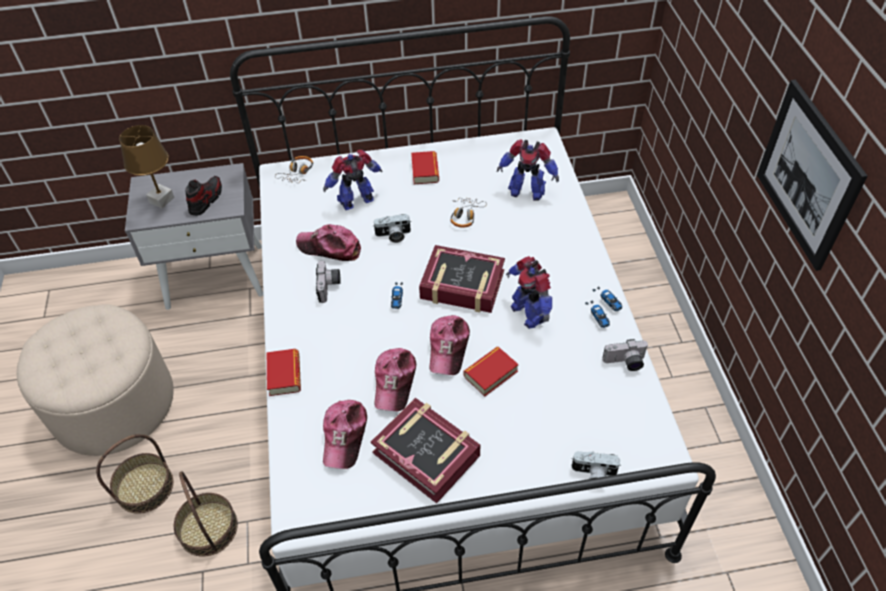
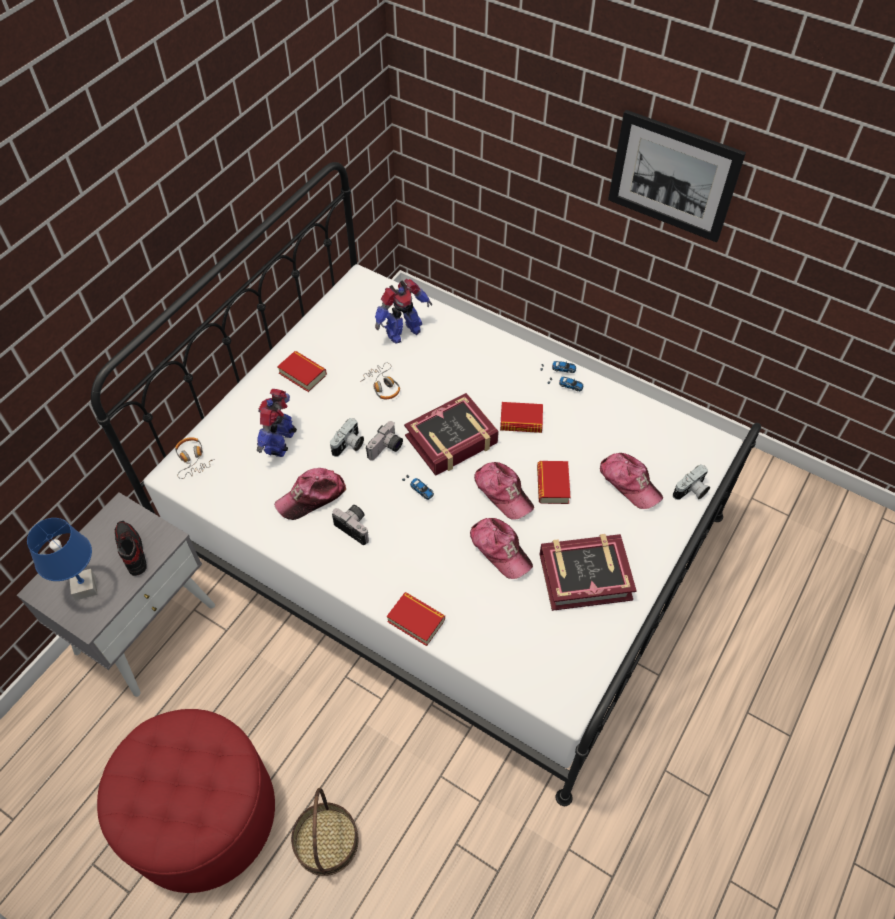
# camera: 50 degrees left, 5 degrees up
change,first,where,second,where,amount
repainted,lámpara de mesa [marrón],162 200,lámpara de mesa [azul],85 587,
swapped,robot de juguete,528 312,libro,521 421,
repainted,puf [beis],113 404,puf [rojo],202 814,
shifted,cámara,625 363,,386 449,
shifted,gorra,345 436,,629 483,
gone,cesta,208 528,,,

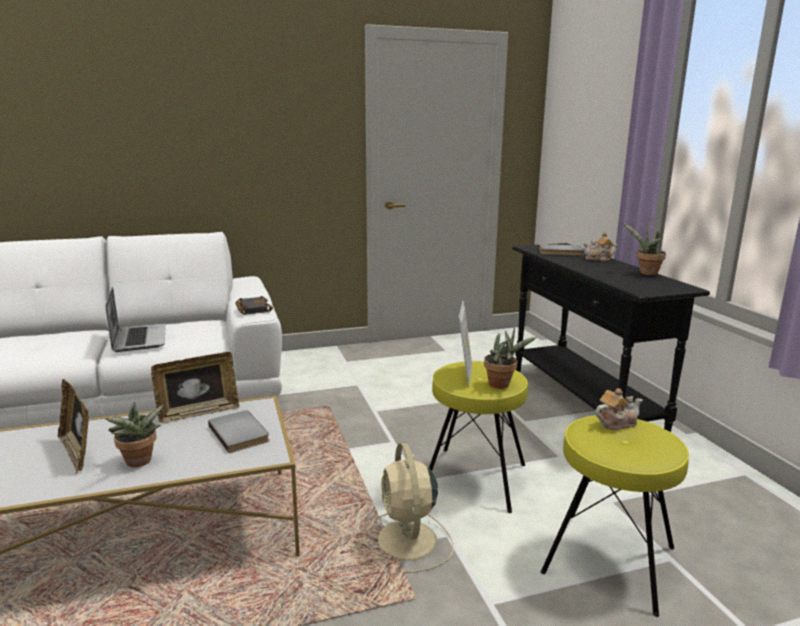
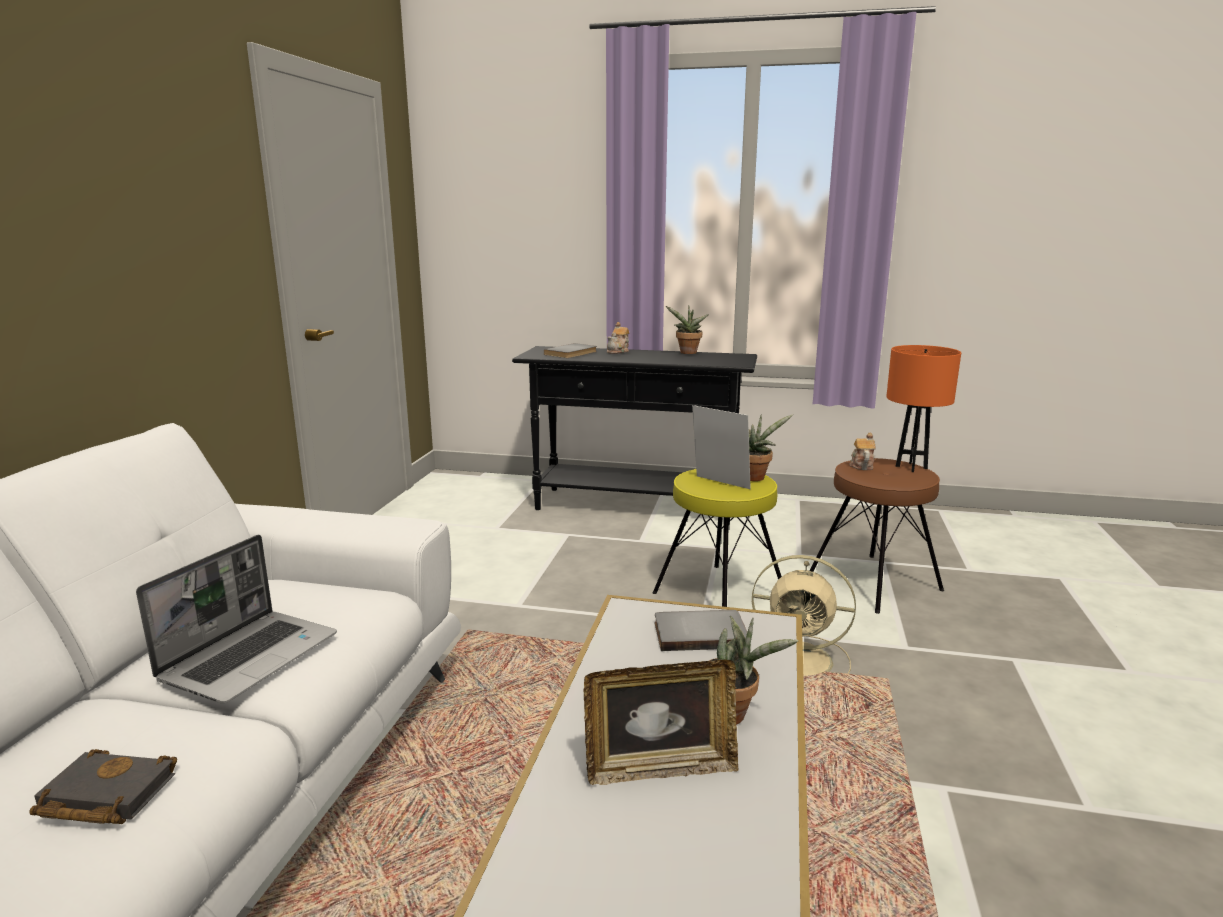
# camera: 60 degrees left, 0 degrees up
change,first,where,second,where,amount
rotated,portátil,139 339,,250 657,105 degrees clockwise
shifted,libro [negro],252 309,,102 797,
gone,portarretratos,198 413,,,
repainted,taburete [amarillo],608 559,taburete [marrón],873 582,
new,,,lámpara de mesa [naranja],911 467,

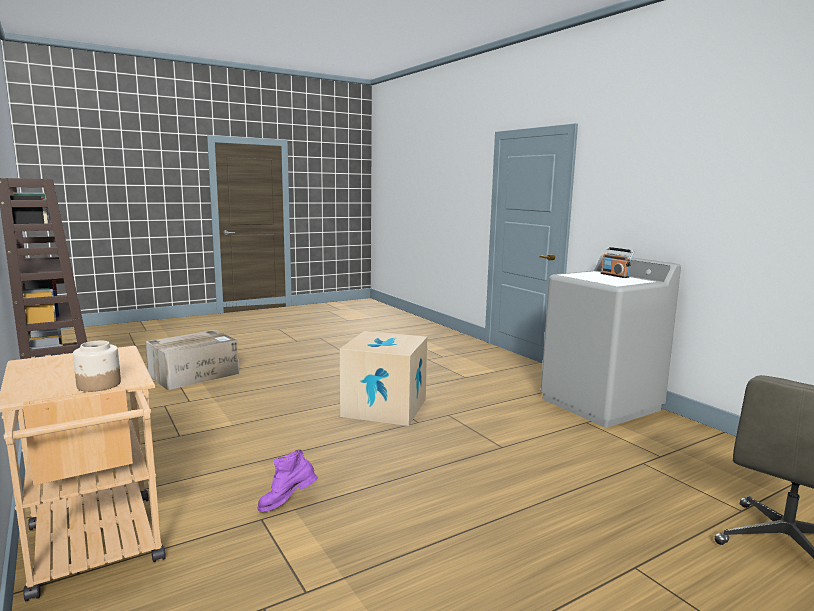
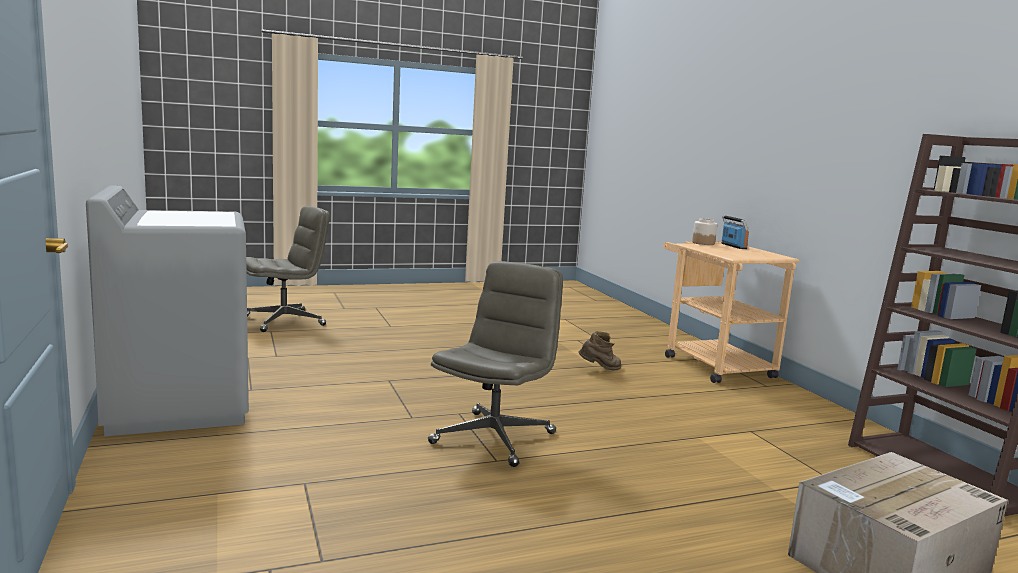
# camera: 170 degrees left, 0 degrees up
change,first,where,second,where,amount
shifted,radio,615 275,,733 246,
swapped,caja de cartón,384 407,silla de oficina [gris],494 437,
repainted,bota [morado],287 503,bota [marrón],600 369,

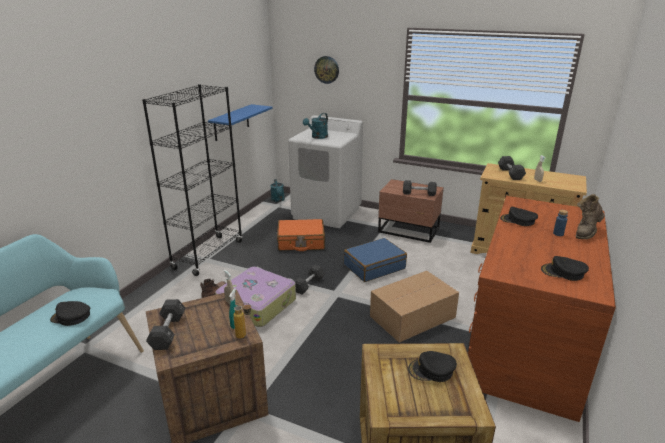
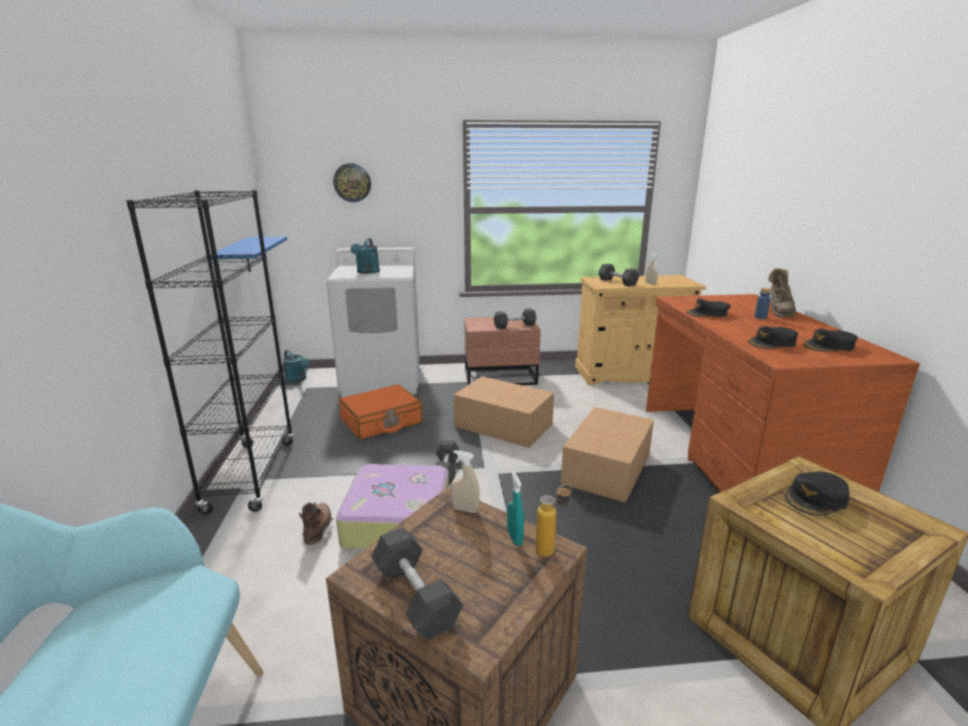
# camera: 30 degrees left, 5 degrees down
change,first,where,second,where,amount
swapped,maleta [azul],374 266,caja de cartón,504 426,
shifted,gorra [negro],71 317,,772 343,

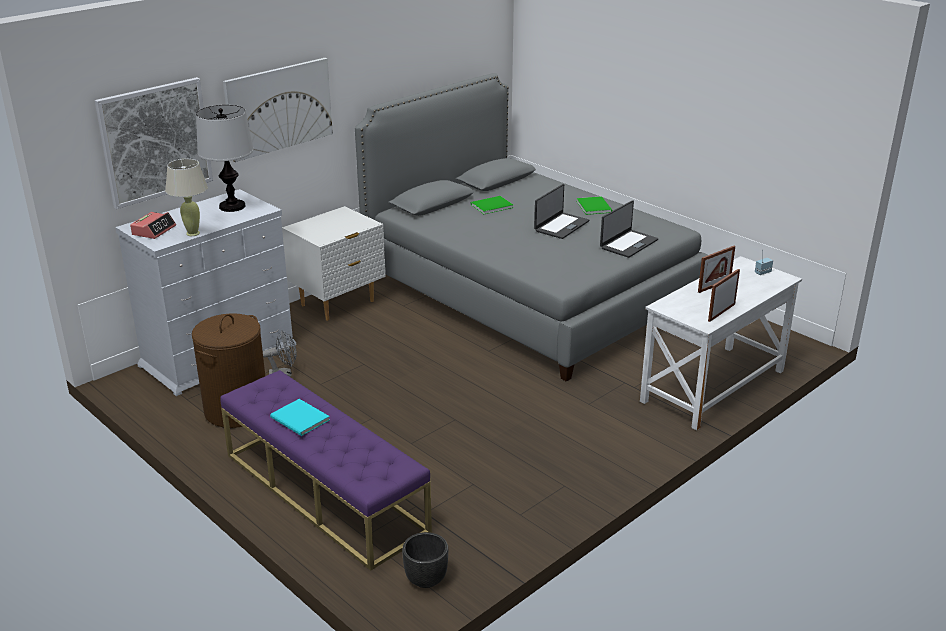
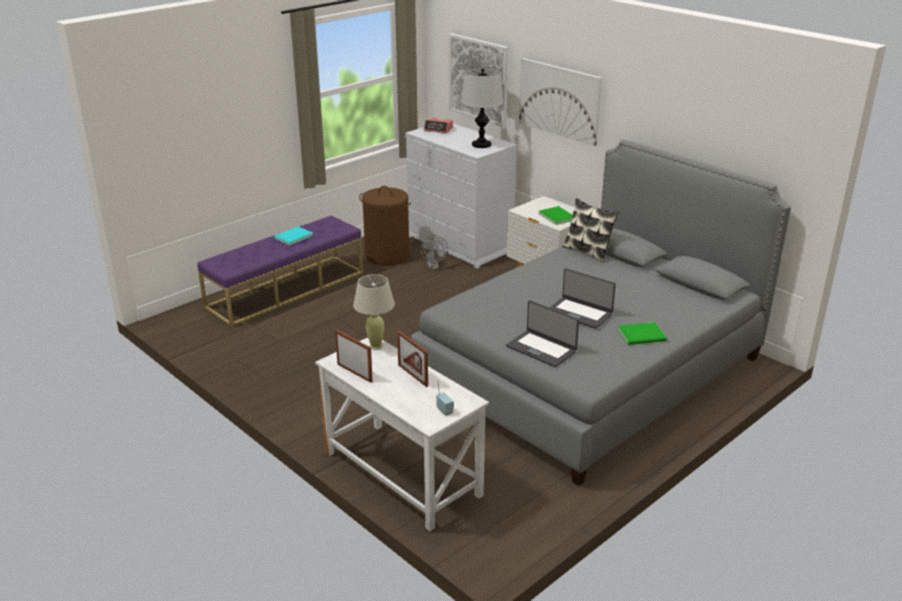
# camera: 90 degrees right, 0 degrees up
change,first,where,second,where,amount
shifted,lámpara de mesa [beis],193 233,,376 346,
shifted,libro [verde],490 206,,557 216,
gone,maceta [negro],426 579,,,
new,,,cojín,588 252,

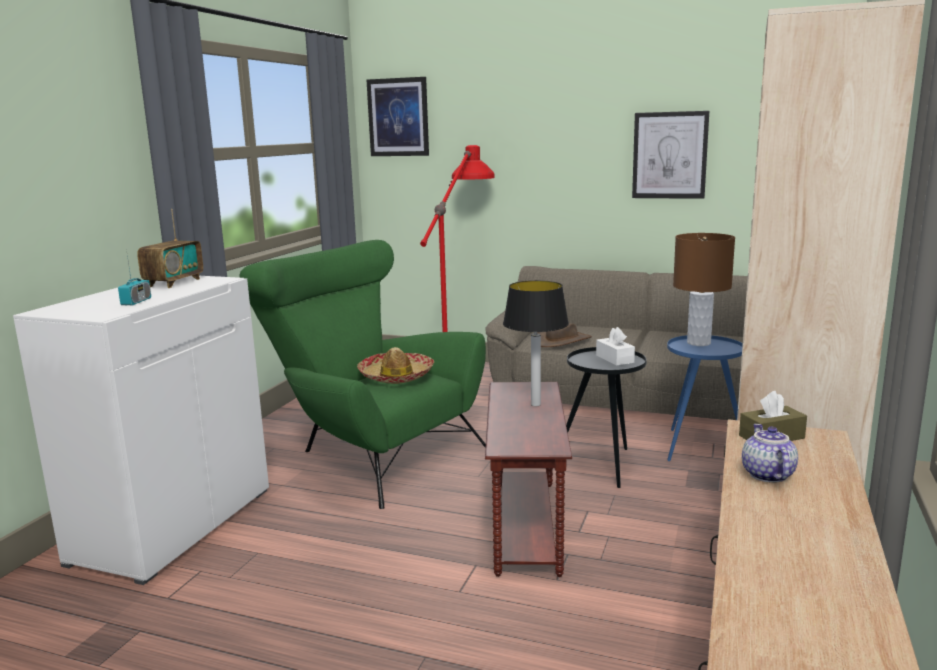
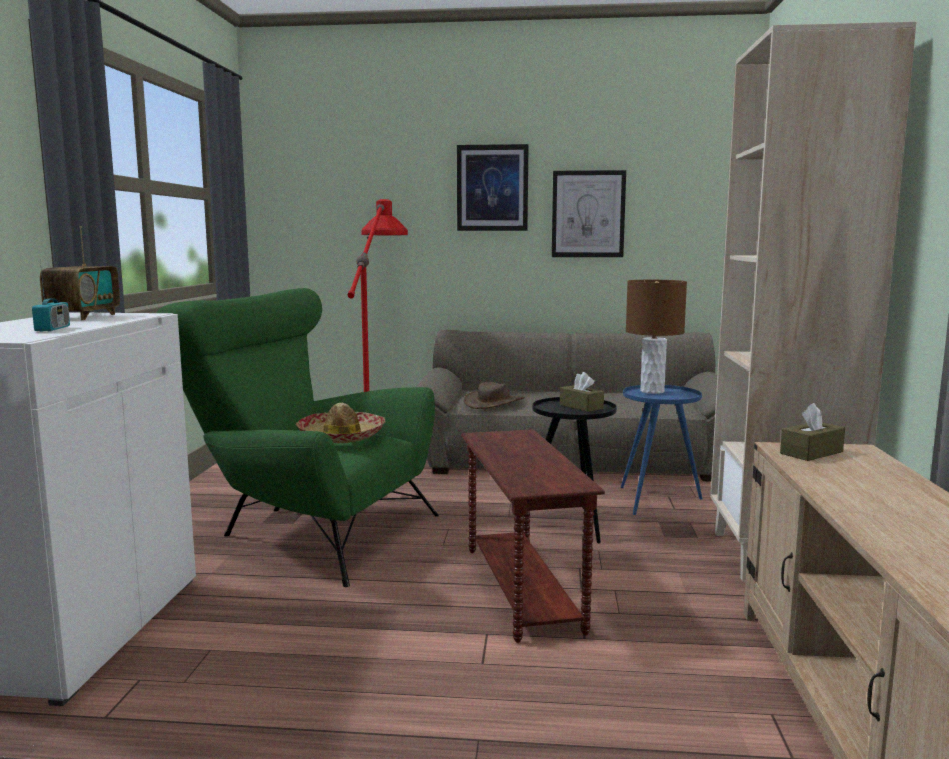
# camera: 15 degrees left, 5 degrees down
change,first,where,second,where,amount
shifted,cuadro,398 117,,492 188,
gone,lámpara de mesa,535 404,,,
repainted,caja de pañuelos [blanco],614 359,caja de pañuelos [marrón],581 406,
gone,tetera,766 475,,,

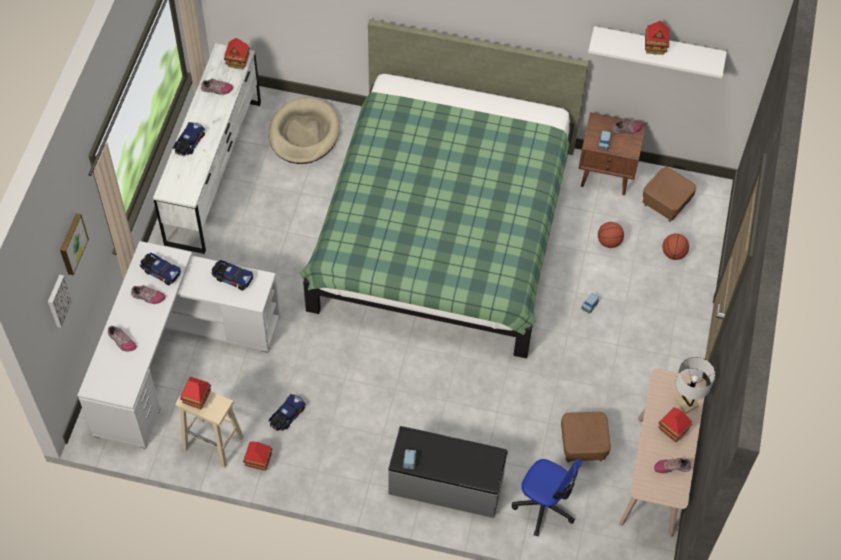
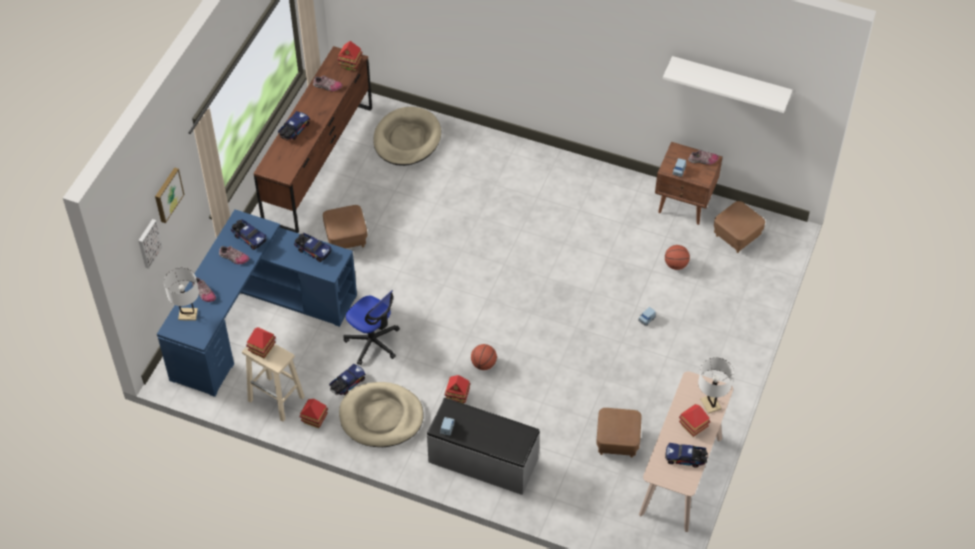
# camera: 10 degrees right, 5 degrees down
change,first,where,second,where,amount
gone,cama [verde],443 229,,,
shifted,casita,655 48,,457 397,
repainted,cómoda [blanco],214 172,cómoda [marrón],318 164,
shifted,balón de baloncesto,673 253,,483 364,
repainted,escritorio [blanco],174 353,escritorio [azul],255 317,
swapped,zapato,671 467,camión de juguete,686 458,
shifted,silla de oficina,544 505,,373 342,
new,,,puf [marrón],346 238,
new,,,lámpara de mesa [blanco],188 314,
new,,,cama para perro [beis],381 417,

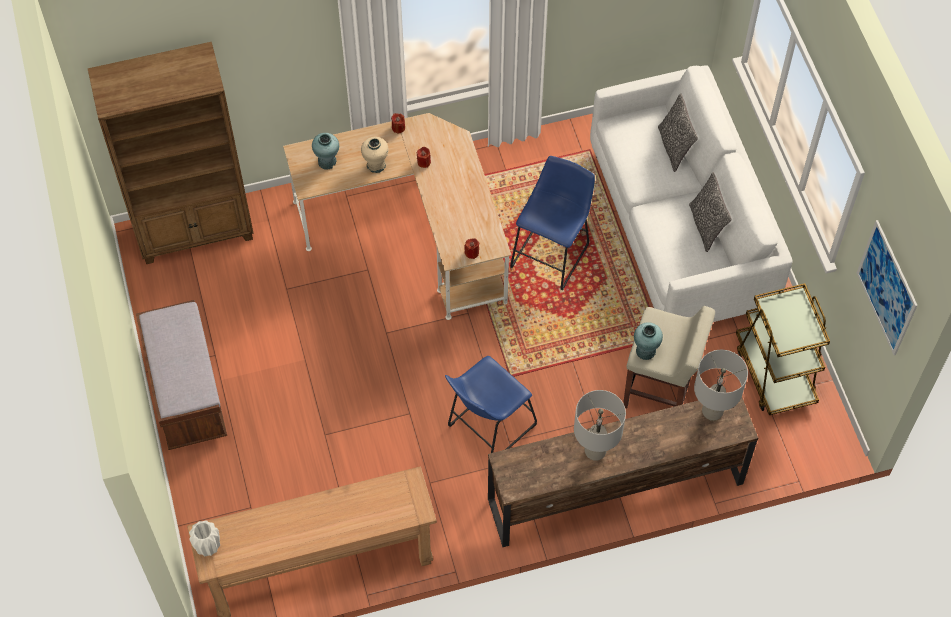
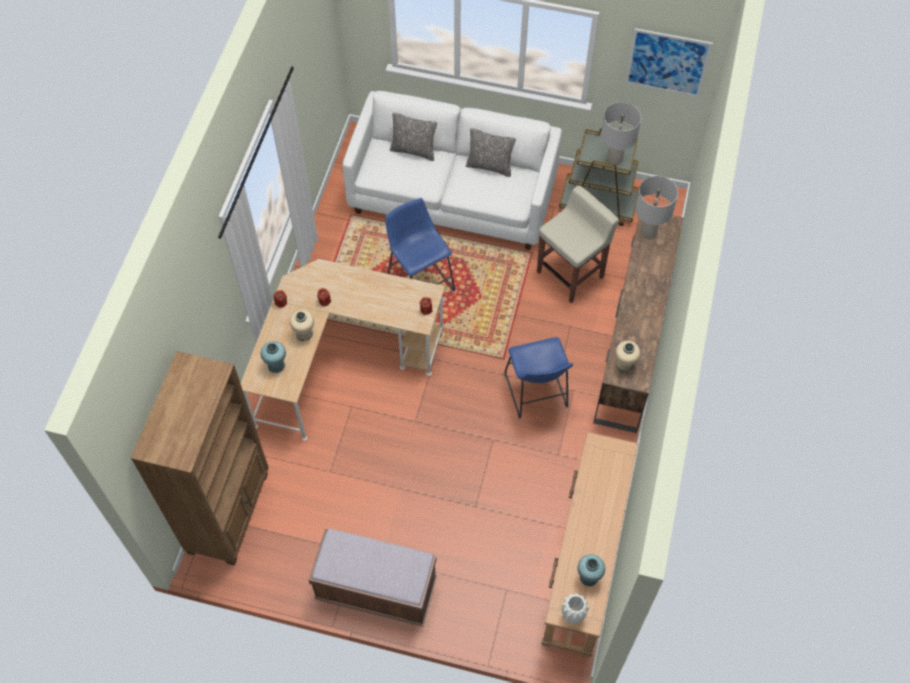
# camera: 60 degrees left, 0 degrees up
change,first,where,second,where,amount
shifted,florero [turquesa],645 351,,588 577,
shifted,lámpara de mesa [gris],595 451,,614 159,
new,,,florero [beis],624 364,

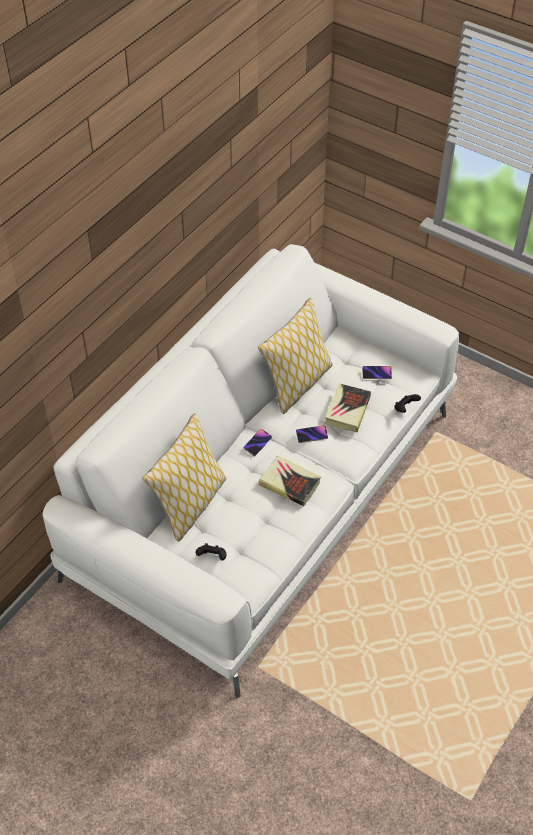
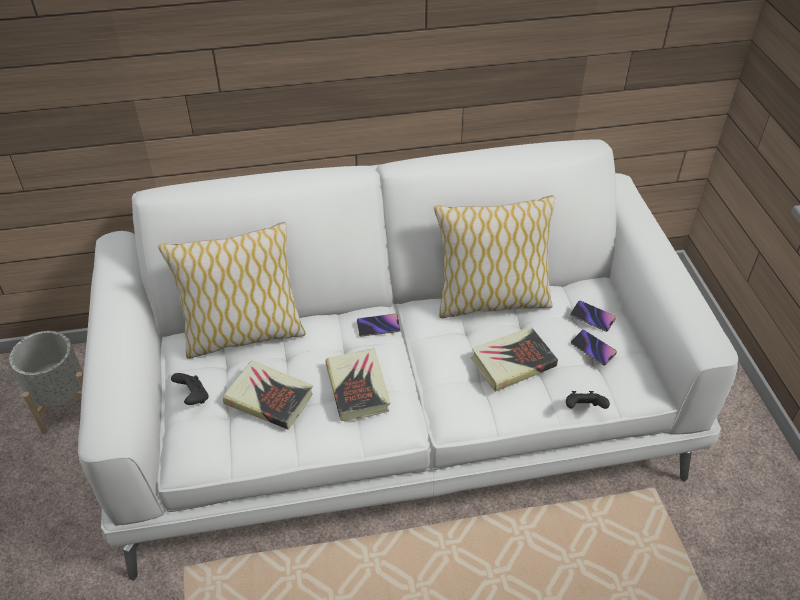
# camera: 45 degrees right, 5 degrees down
change,first,where,second,where,amount
shifted,móvil,311 435,,592 317,
new,,,maceta [gris],63 404,
new,,,libro,269 398,

